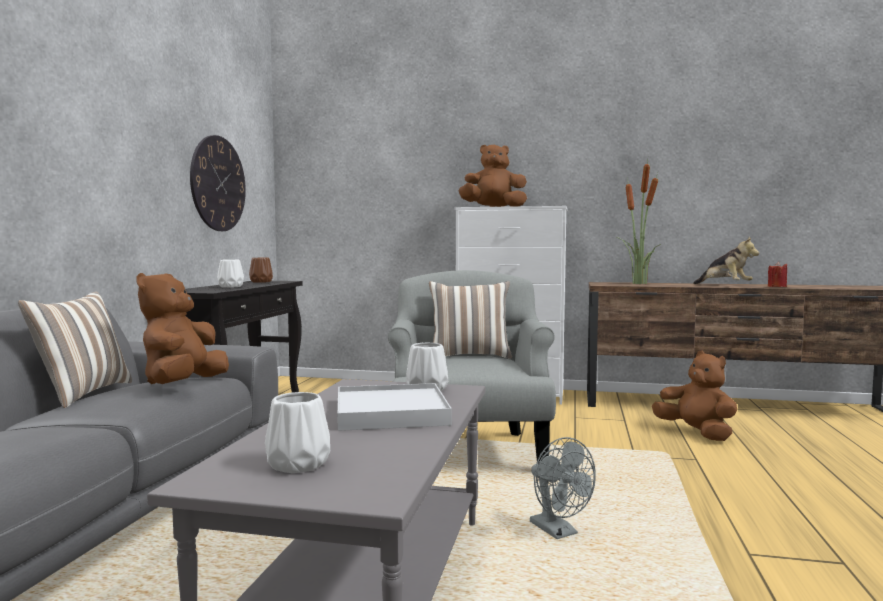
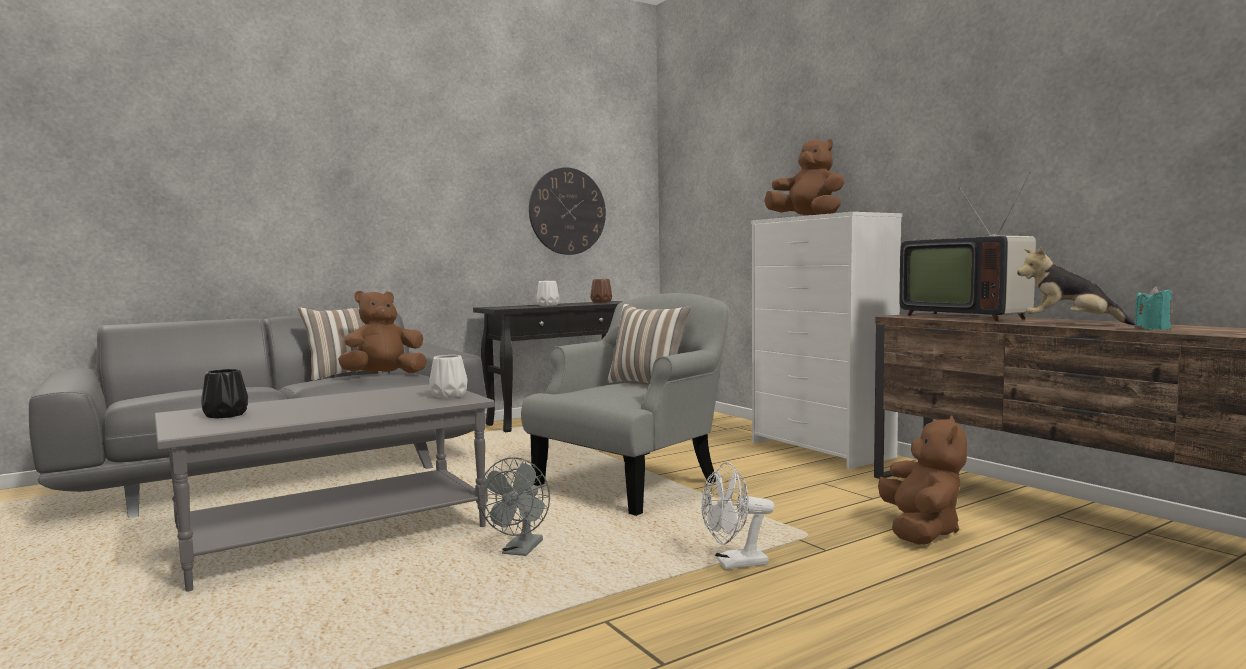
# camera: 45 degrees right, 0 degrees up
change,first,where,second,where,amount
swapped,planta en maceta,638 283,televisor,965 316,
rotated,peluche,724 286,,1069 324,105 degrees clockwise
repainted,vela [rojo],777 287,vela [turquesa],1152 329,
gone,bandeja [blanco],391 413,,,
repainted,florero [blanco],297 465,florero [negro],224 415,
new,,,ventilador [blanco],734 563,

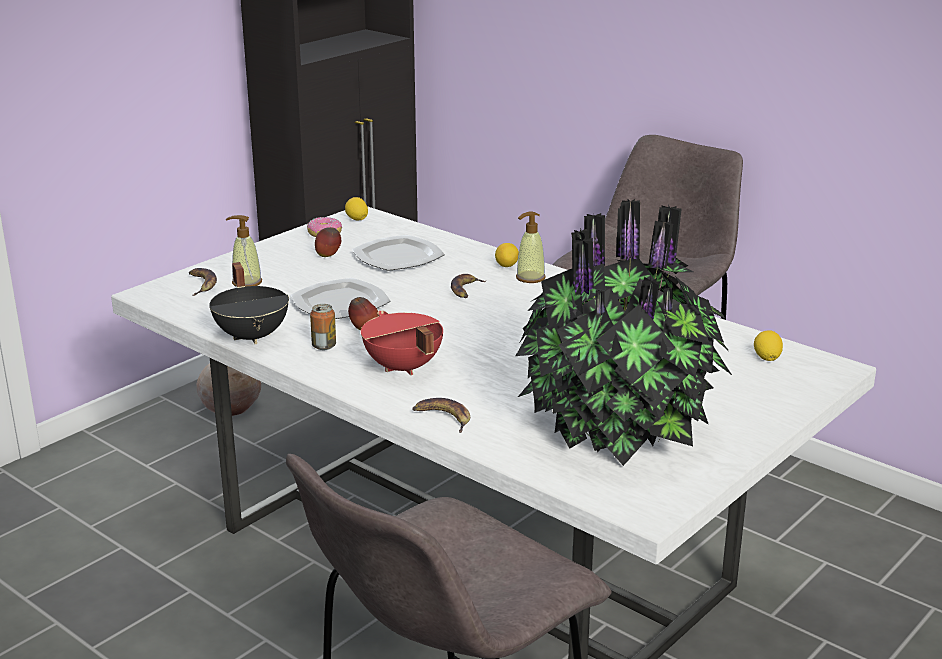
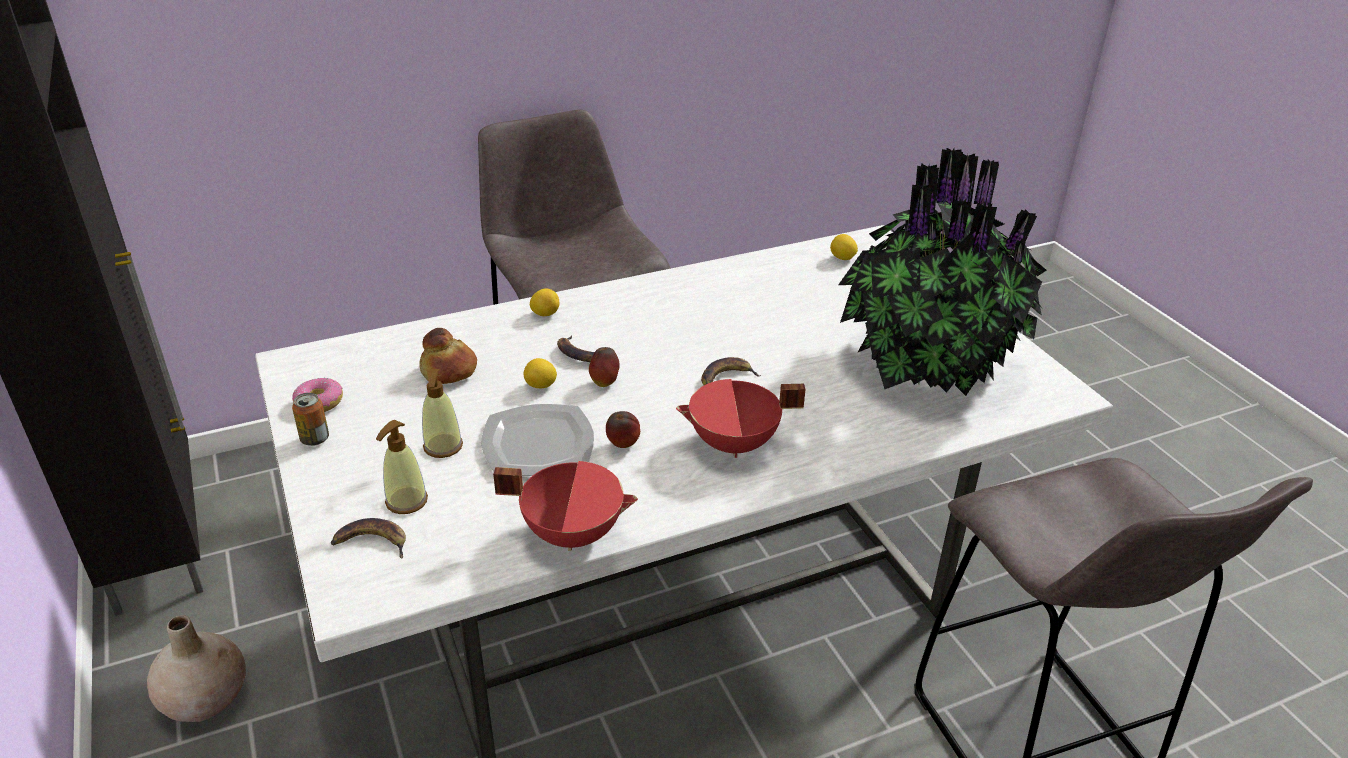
# camera: 65 degrees left, 10 degrees up
change,first,where,second,where,amount
shifted,limón,356 219,,541 386,
shifted,dispensador de jabón,530 278,,443 446,
shifted,manzana,328 256,,604 382,
swapped,plato,397 257,pan,448 371,
repainted,olla [negro],253 336,olla [rojo],572 532,
shifted,lata,324 346,,315 439,
shifted,plátano,443 417,,726 377,

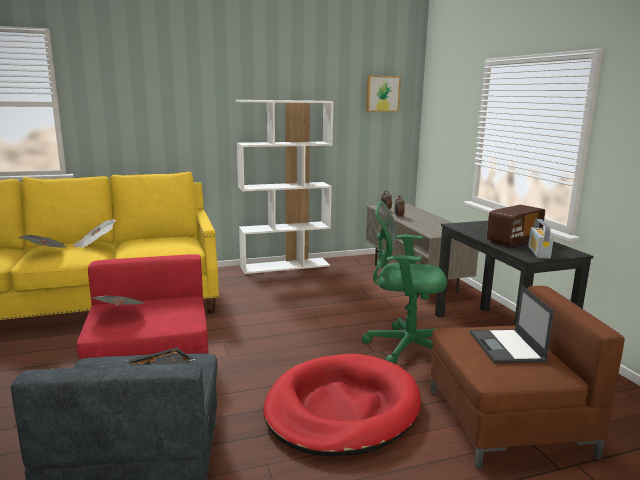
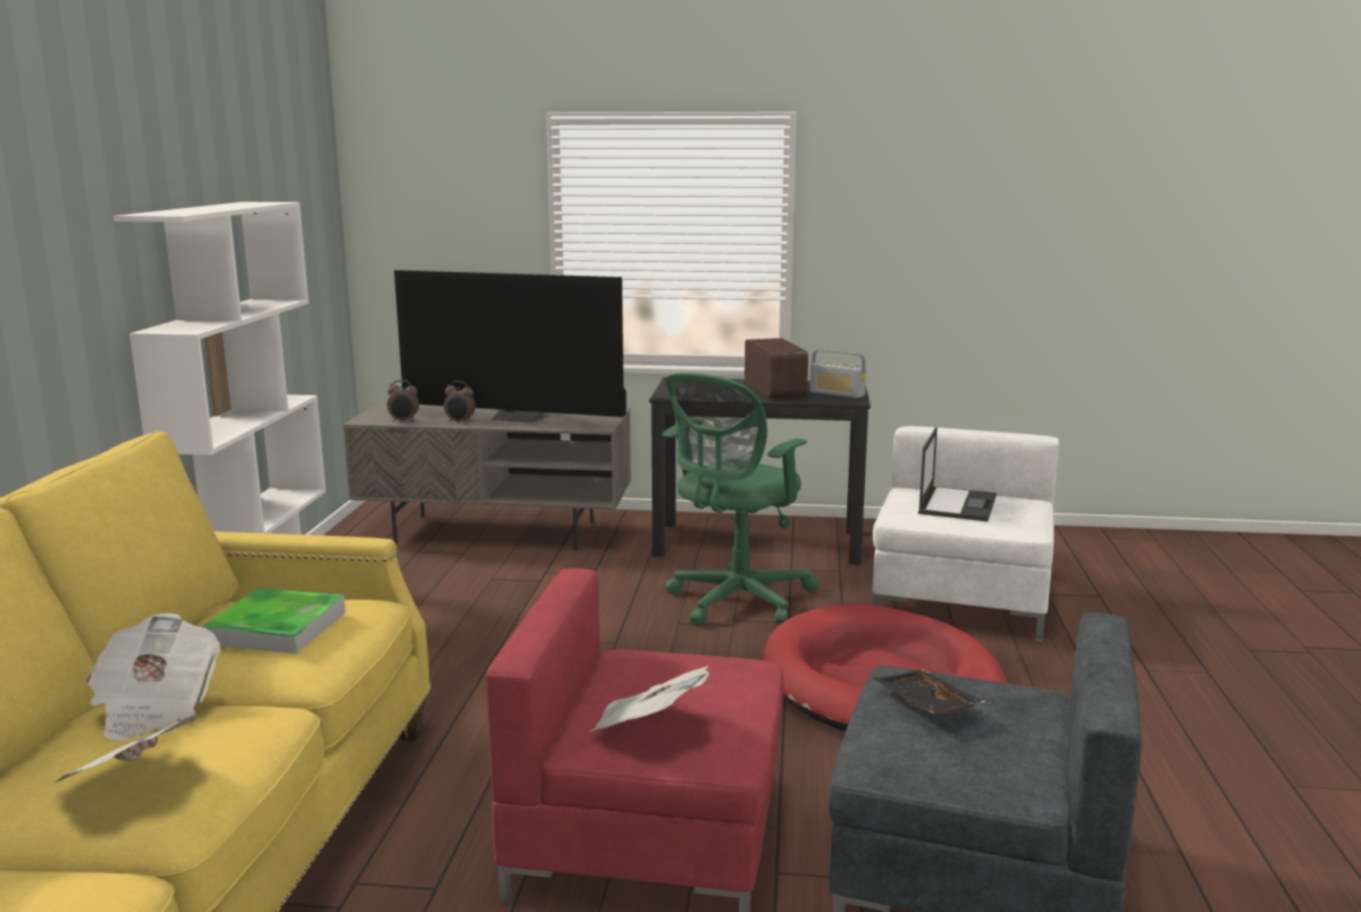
# camera: 65 degrees left, 0 degrees up
change,first,where,second,where,amount
gone,cuadro,382 93,,,
rotated,portátil,507 347,,957 504,90 degrees counterclockwise
repainted,sillón [marrón],505 422,sillón [blanco],959 600,
new,,,televisor,518 417,
new,,,bandeja,277 628,

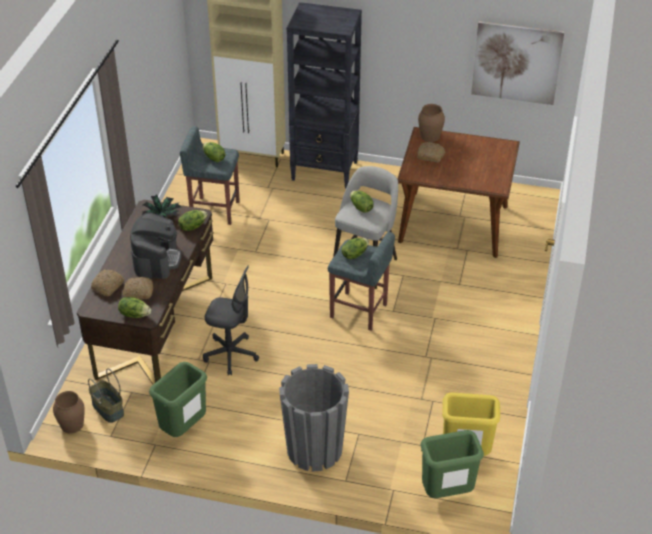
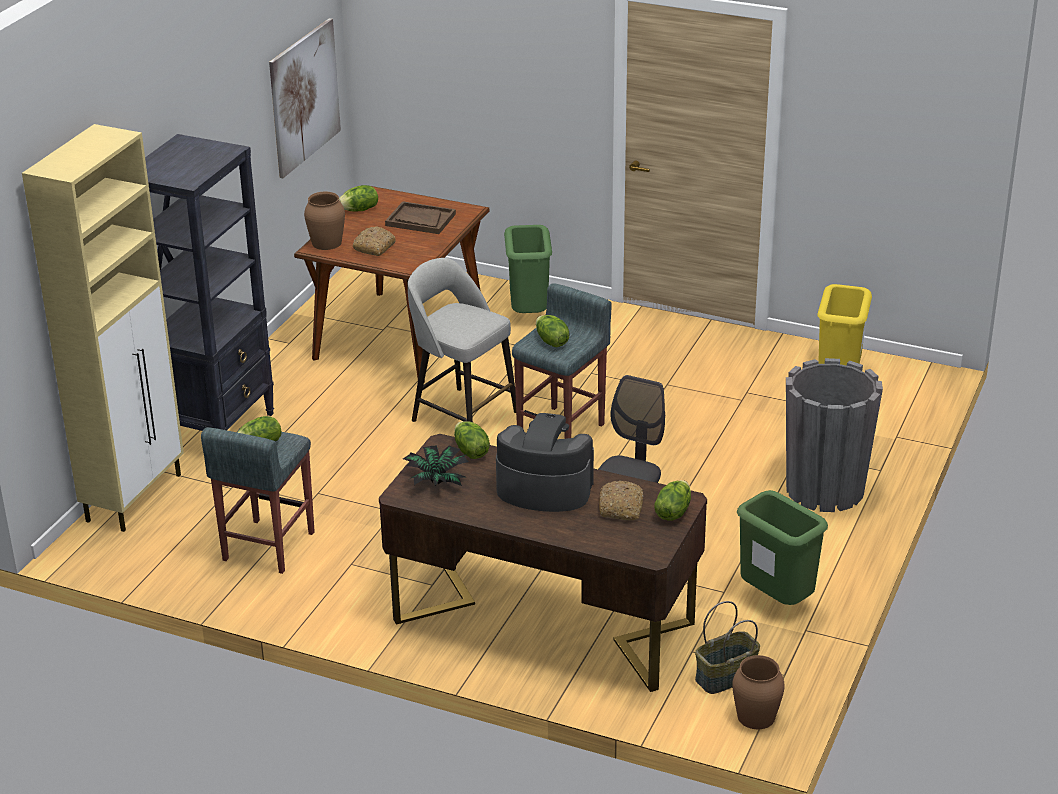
# camera: 80 degrees left, 10 degrees down
change,first,where,second,where,amount
shifted,lechuga,361 207,,359 210,
gone,pan,107 286,,,
shifted,papelera [verde],446 494,,529 315,
new,,,bandeja [marrón],420 220,

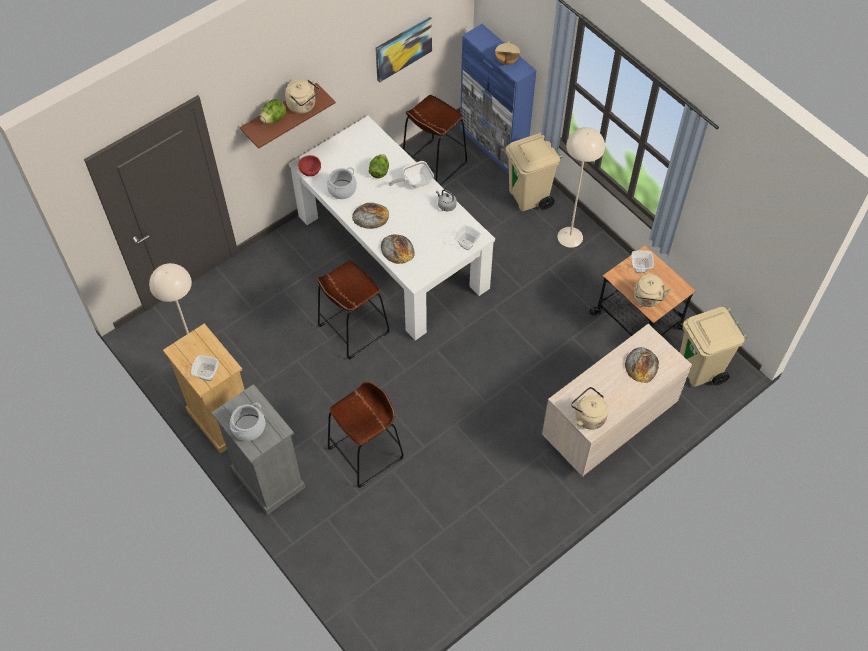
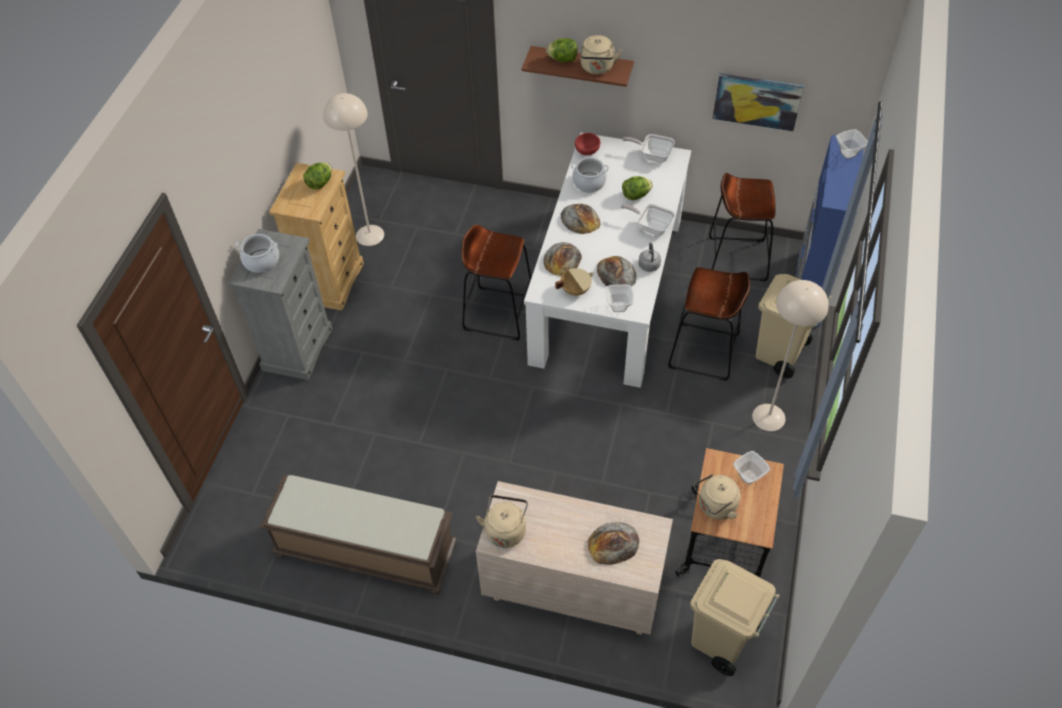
# camera: 55 degrees right, 5 degrees down
change,first,where,second,where,amount
shifted,olla [beis],506 61,,575 290,
shifted,cuenco,207 376,,847 154,
shifted,taburete [marrón],366 453,,703 351,
new,,,sartén,653 155,
new,,,lechuga,320 183,
new,,,pan,616 273,
new,,,banco [marrón],365 551,

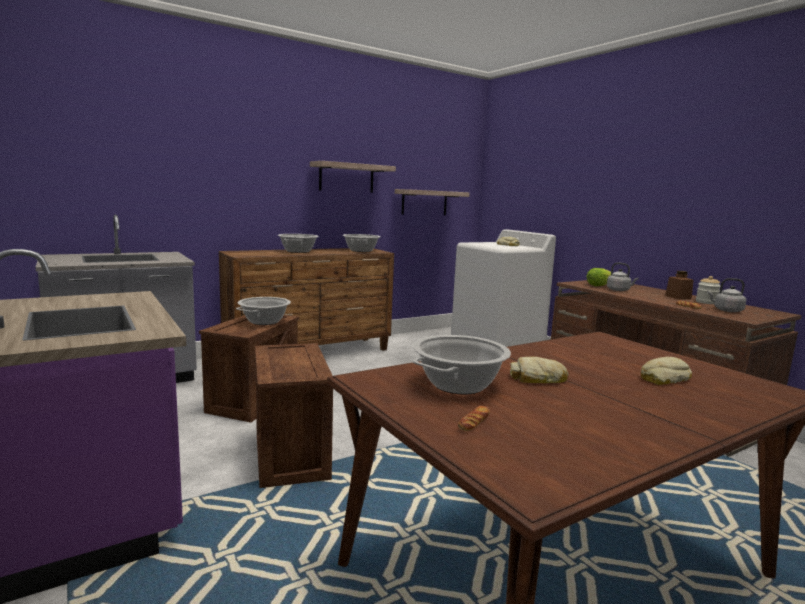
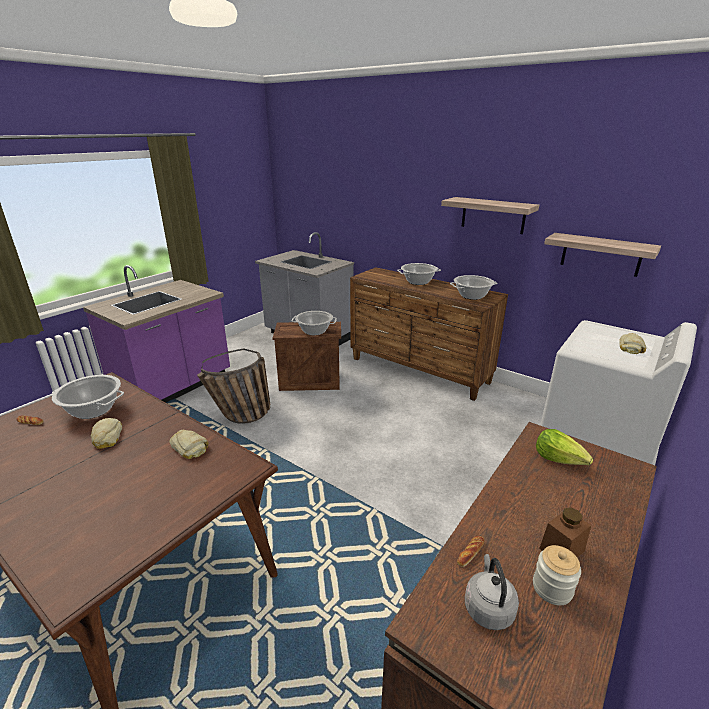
# camera: 70 degrees right, 15 degrees up
change,first,where,second,where,amount
gone,hervidor [gris],619 290,,,
swapped,caja de embalaje,289 456,cesta,241 418,
shifted,pan,662 378,,189 447,

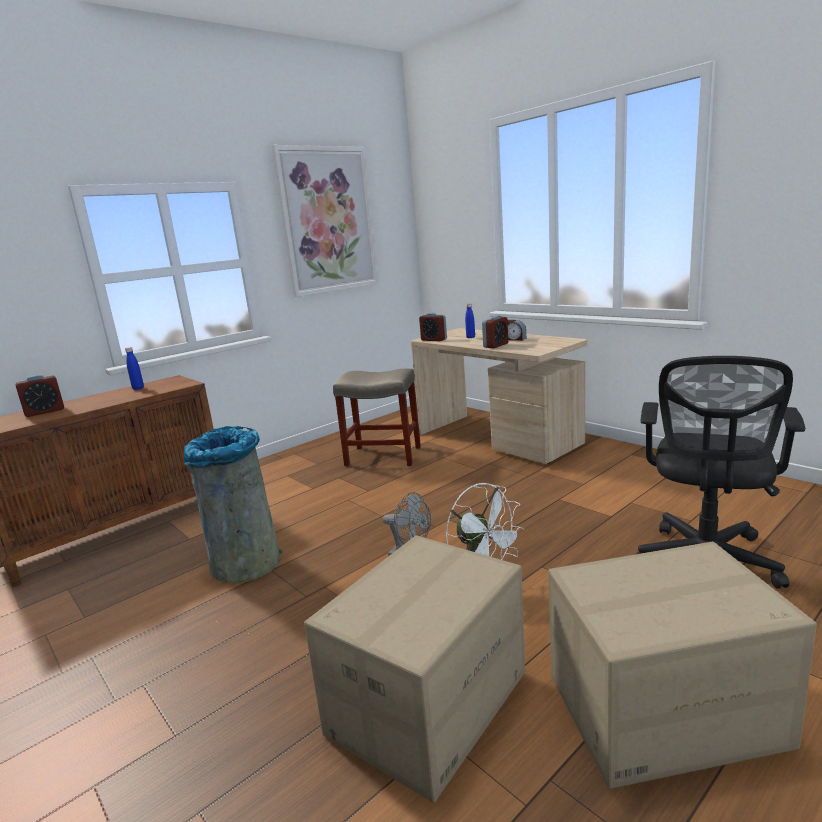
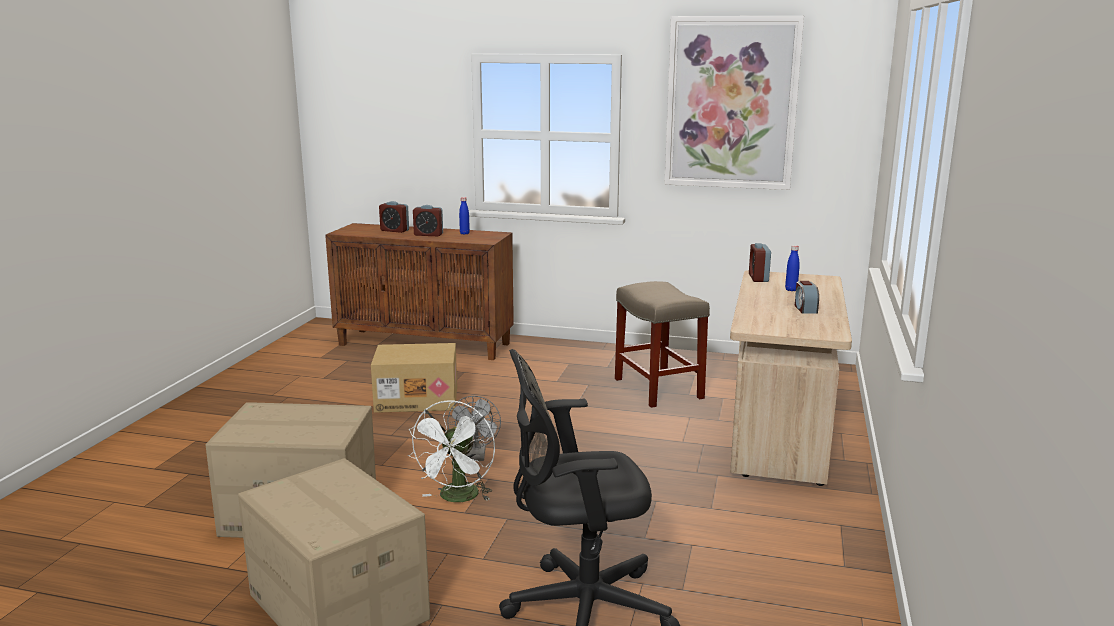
# camera: 55 degrees right, 0 degrees up
change,first,where,second,where,amount
shifted,despertador,495 345,,428 234,
swapped,papelera [gris],245 563,caja de cartón,417 399,

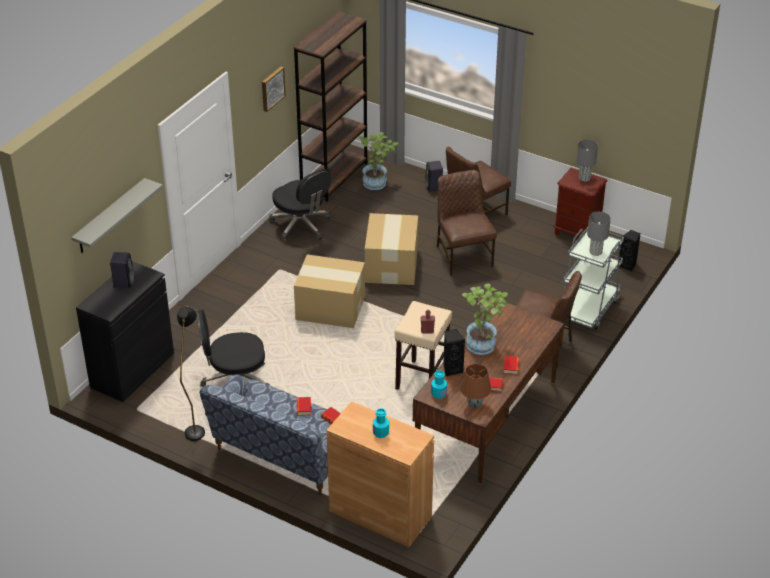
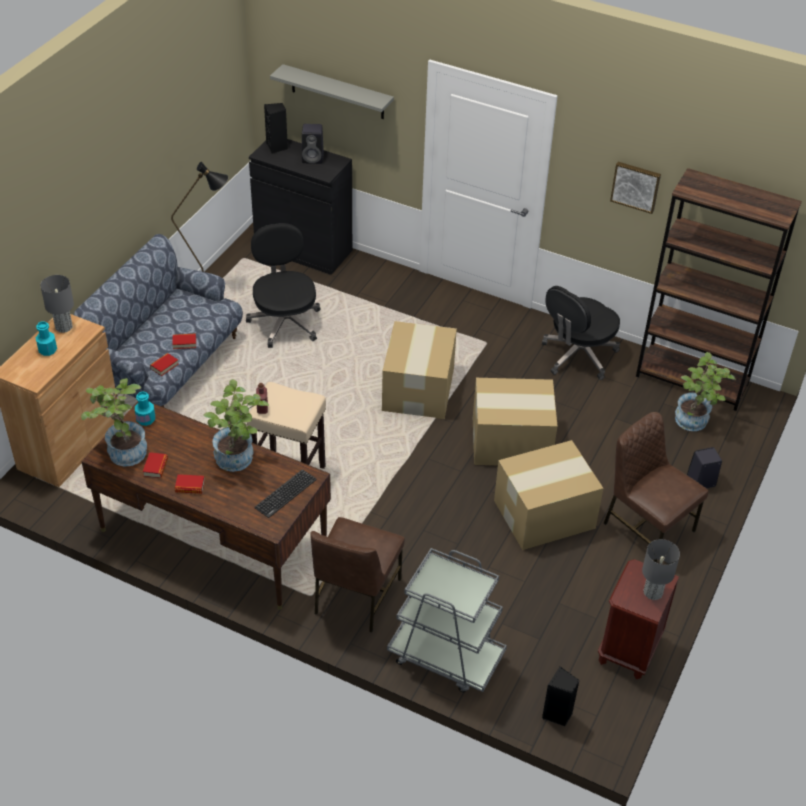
# camera: 85 degrees right, 5 degrees up
change,first,where,second,where,amount
swapped,silla [marrón],463 255,caja de cartón,545 514,
shifted,lámpara de mesa [gris],596 252,,64 327,
shifted,altavoz [negro],452 369,,277 147,
swapped,lámpara de mesa [marrón],474 405,planta en maceta,122 451,
new,,,teclado,285 494,

